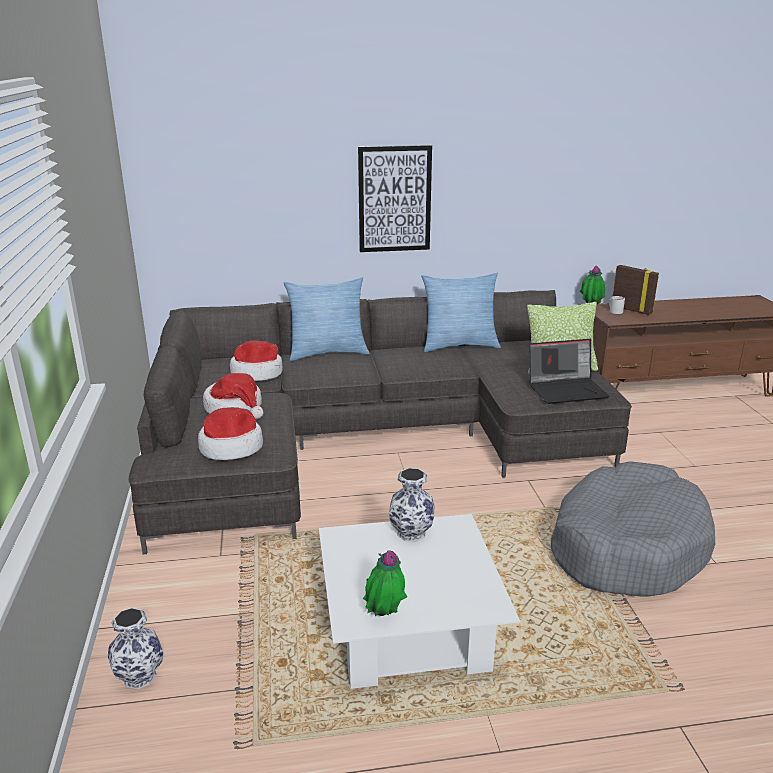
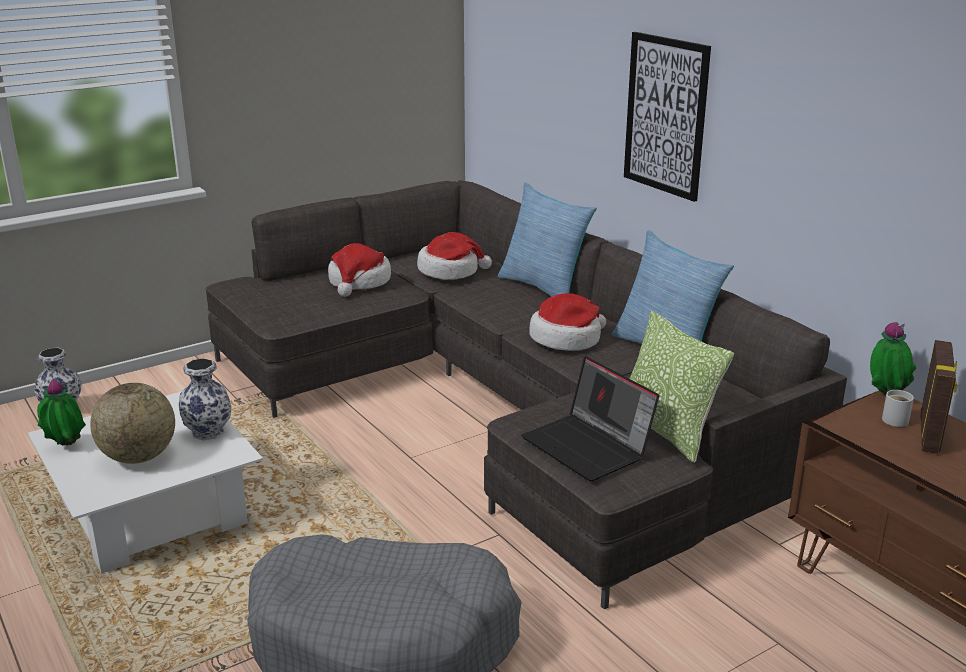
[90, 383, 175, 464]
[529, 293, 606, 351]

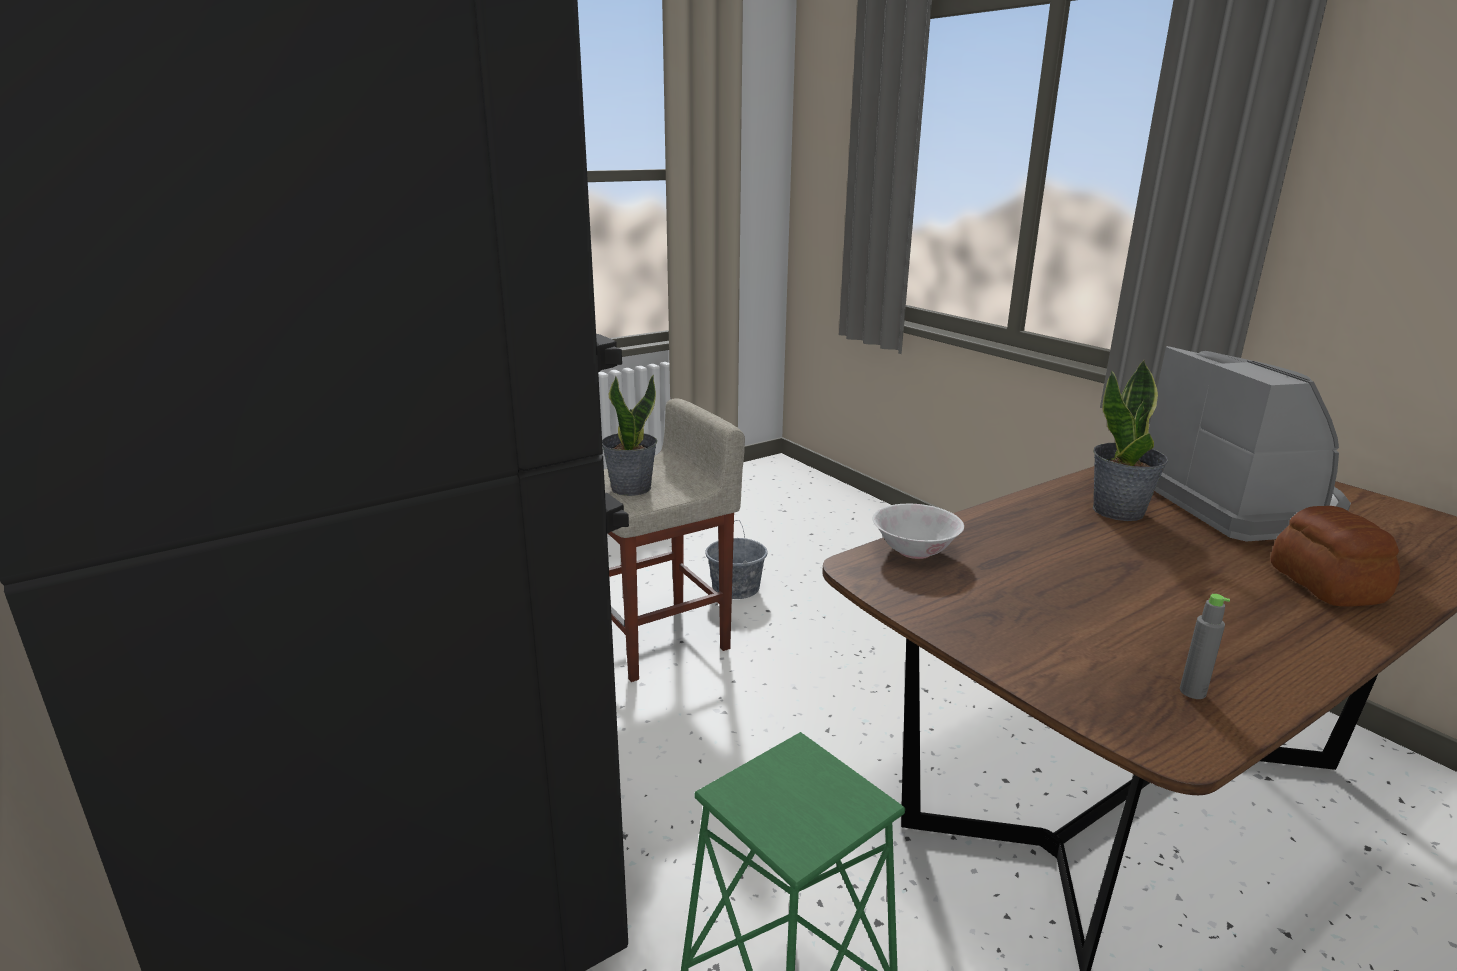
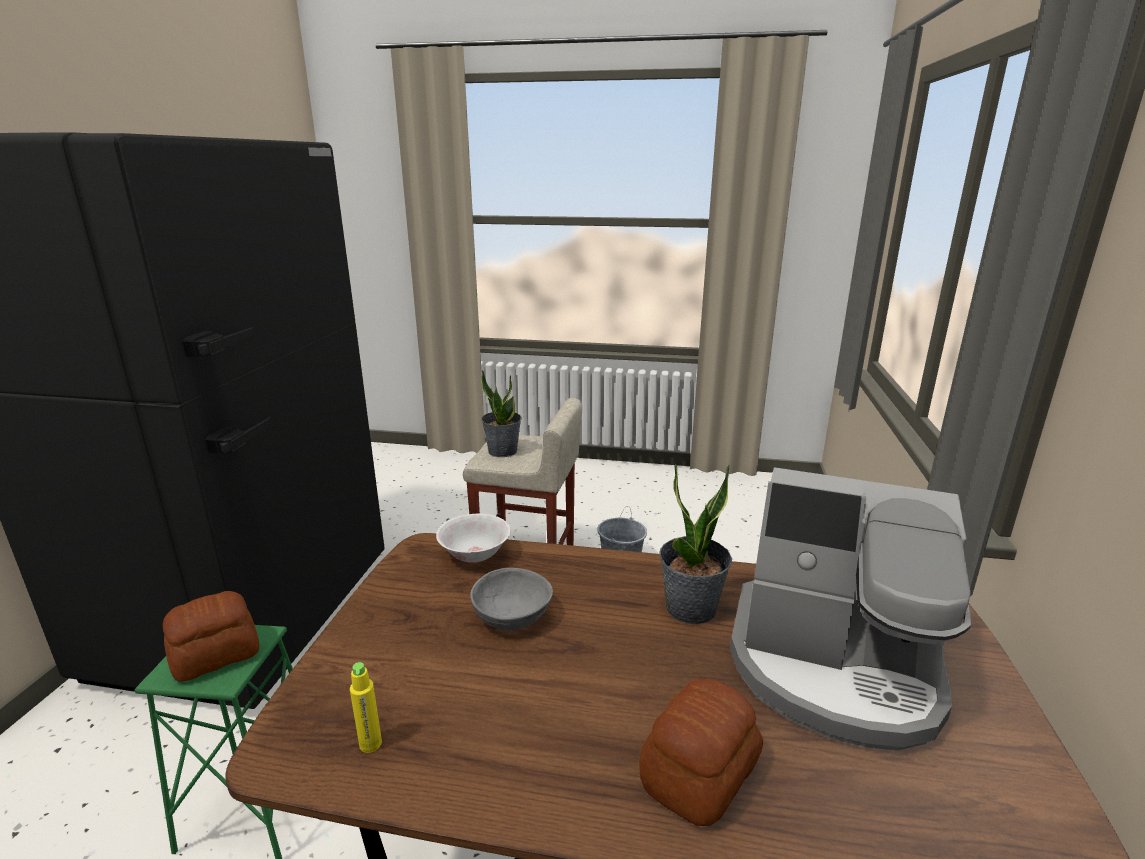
[163, 591, 259, 682]
[470, 568, 553, 630]
[350, 662, 382, 753]
[730, 467, 971, 751]

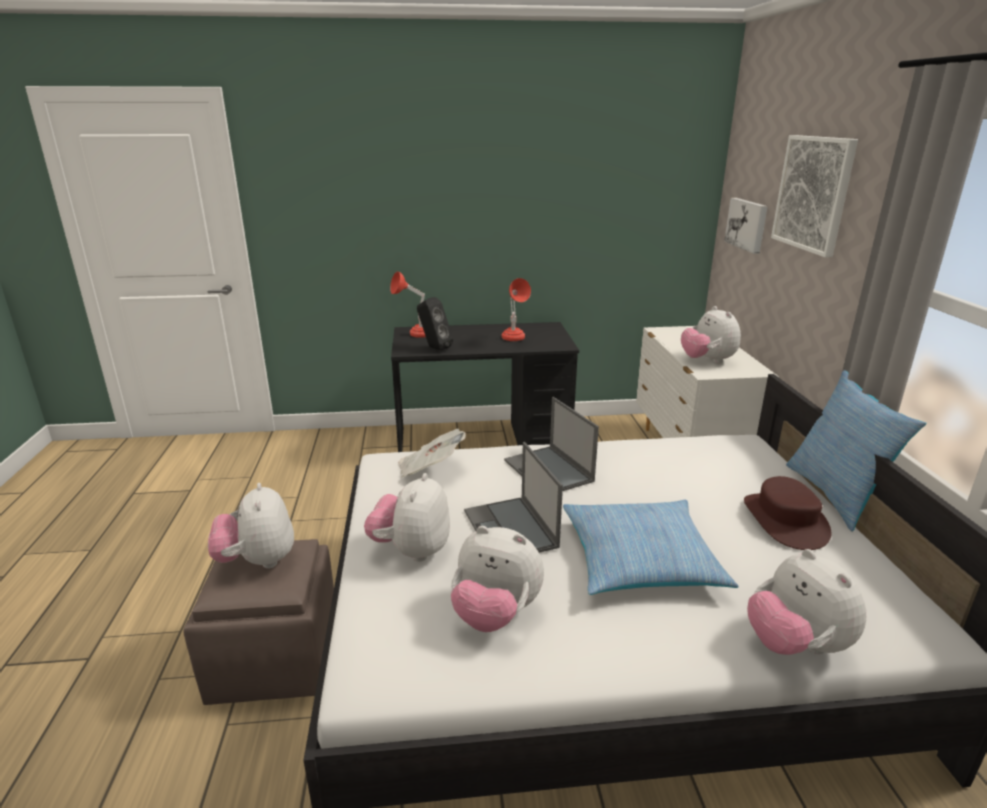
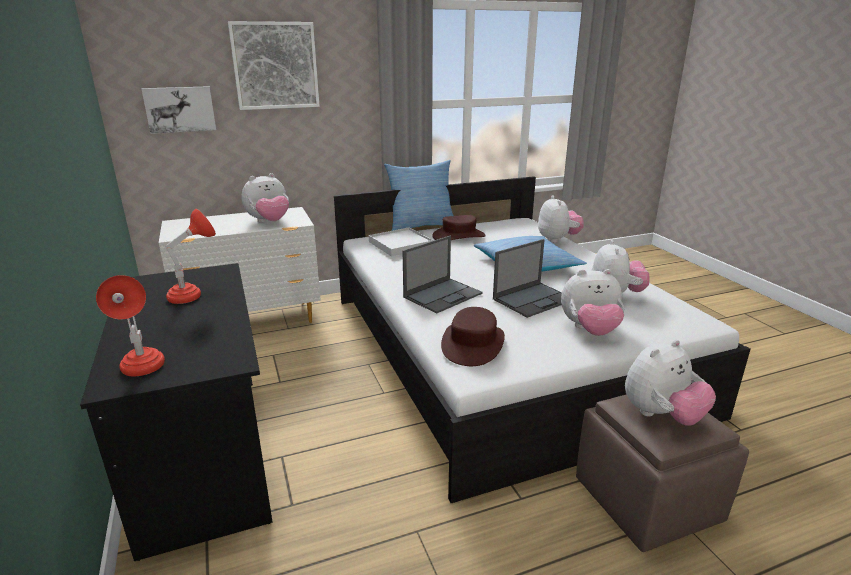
[417, 297, 453, 350] (first image)
[369, 227, 434, 256]
[441, 307, 505, 366]
[538, 195, 584, 243]

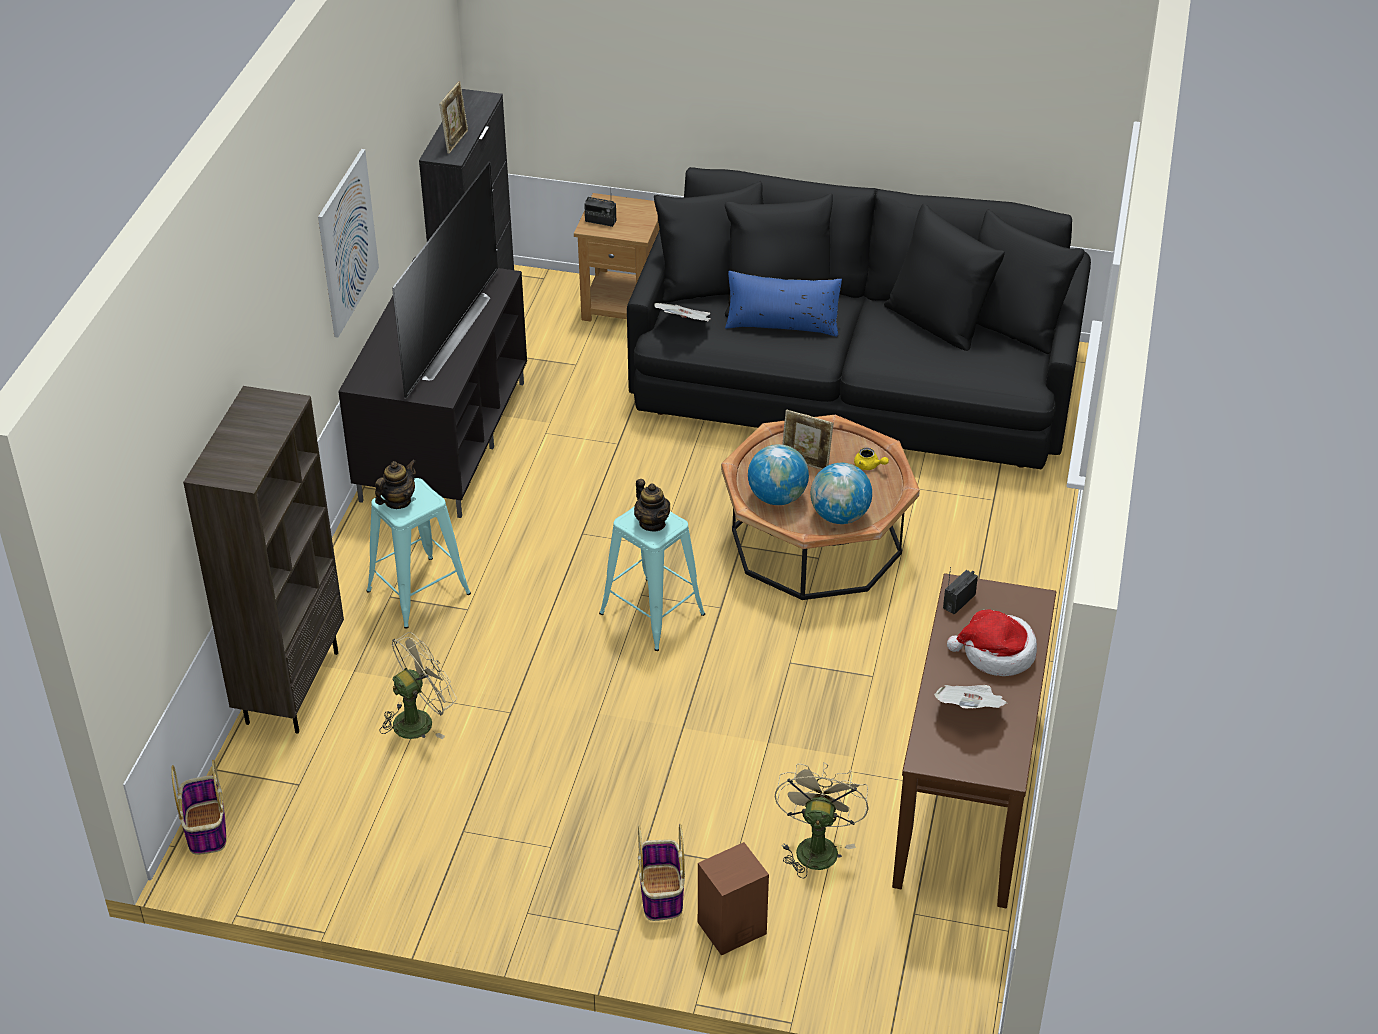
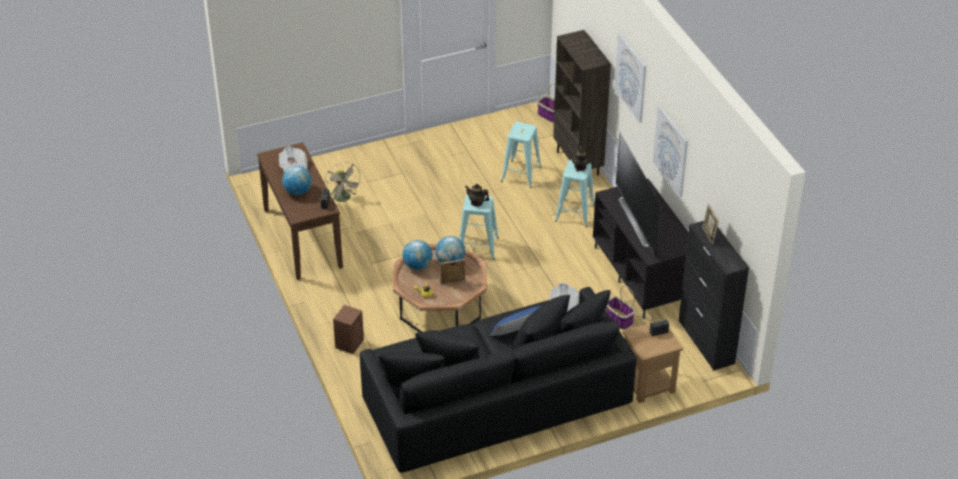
[614, 34, 646, 123]
[606, 286, 635, 330]
[333, 305, 364, 354]
[501, 122, 542, 188]
[282, 166, 312, 195]

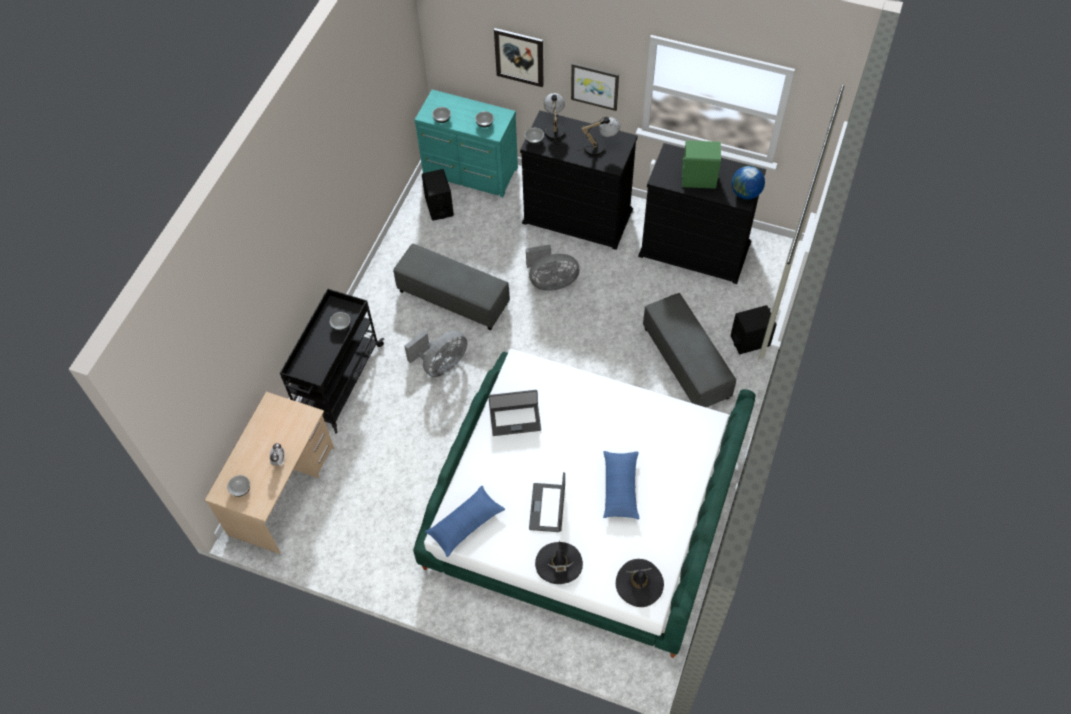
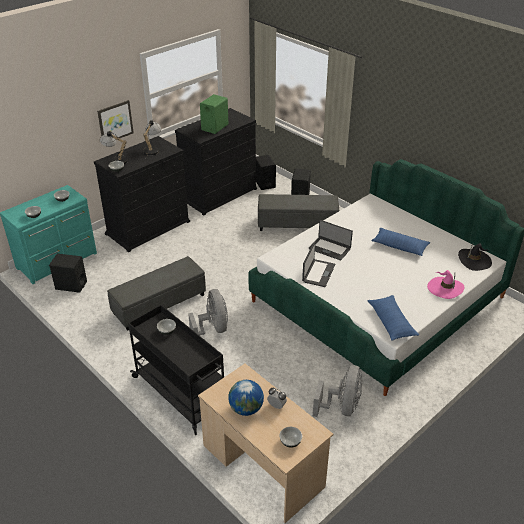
[494, 28, 544, 87] (first image)
[256, 155, 276, 190]
[313, 365, 362, 417]
[309, 220, 353, 261]
[228, 380, 264, 416]
[427, 270, 464, 299]

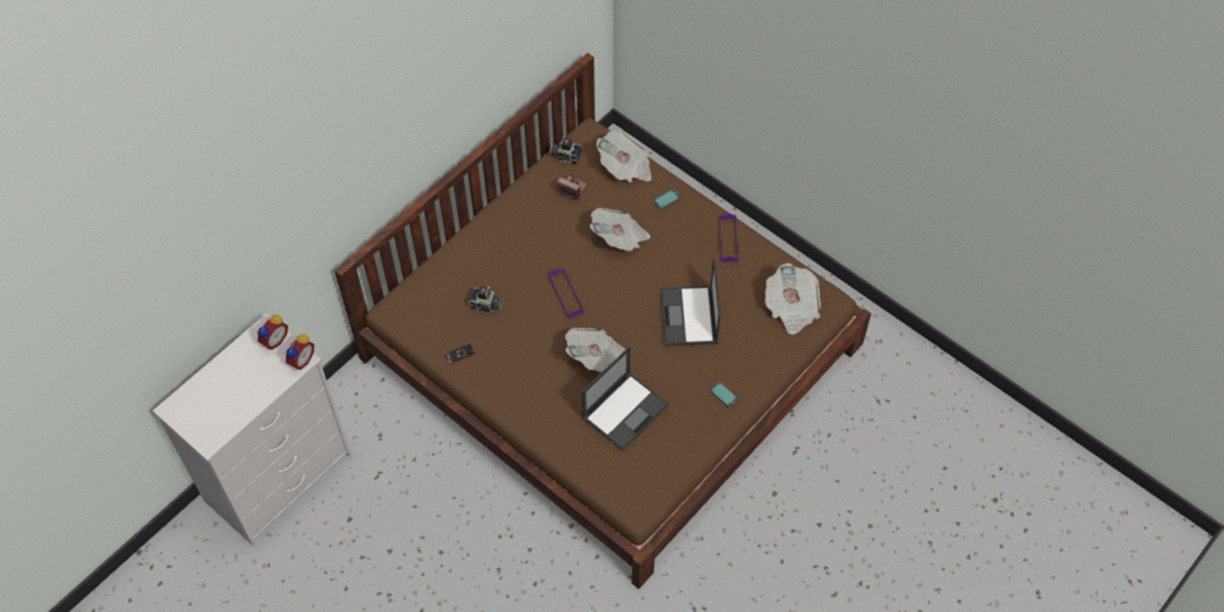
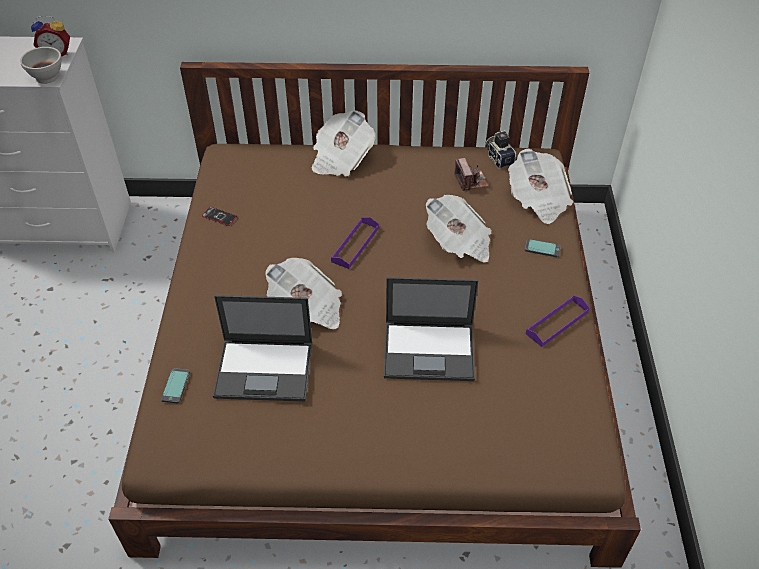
[468, 286, 503, 313] (first image)
[161, 368, 190, 404]
[312, 110, 375, 177]
[20, 47, 62, 84]
[384, 277, 478, 381]

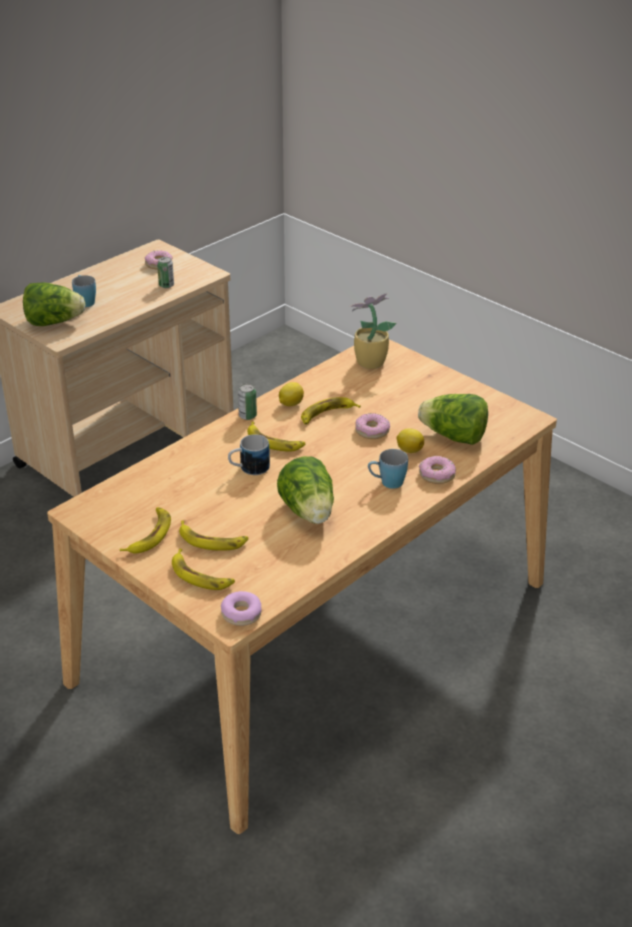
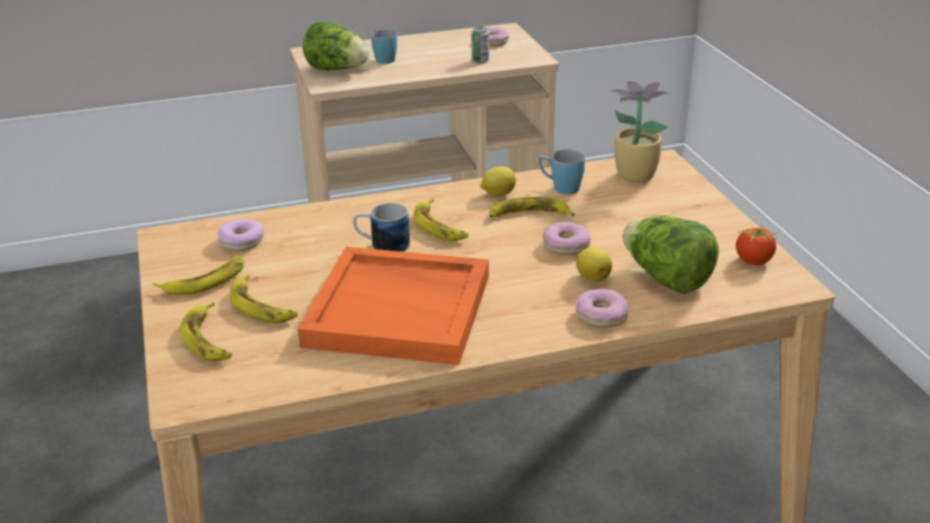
[238, 384, 257, 420] (first image)
[736, 225, 780, 265]
[217, 219, 264, 251]
[538, 149, 585, 195]
[298, 247, 489, 365]

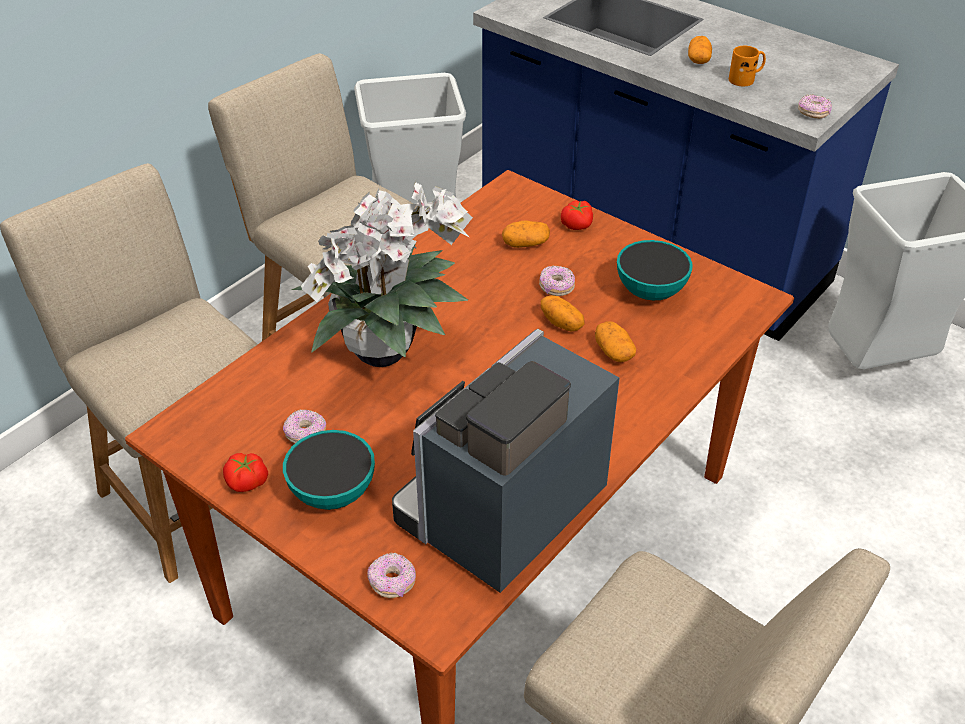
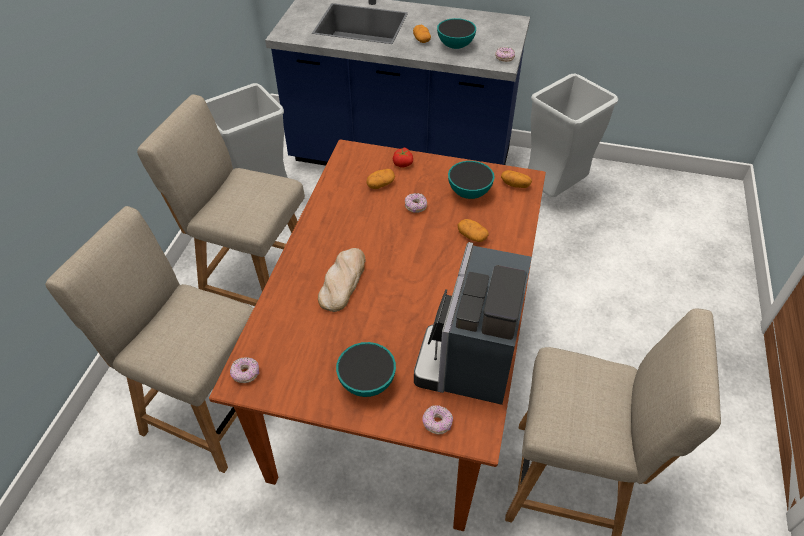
[223, 453, 268, 492] (first image)
[230, 357, 259, 383]
[501, 170, 532, 188]
[318, 248, 365, 312]
[437, 18, 476, 49]

